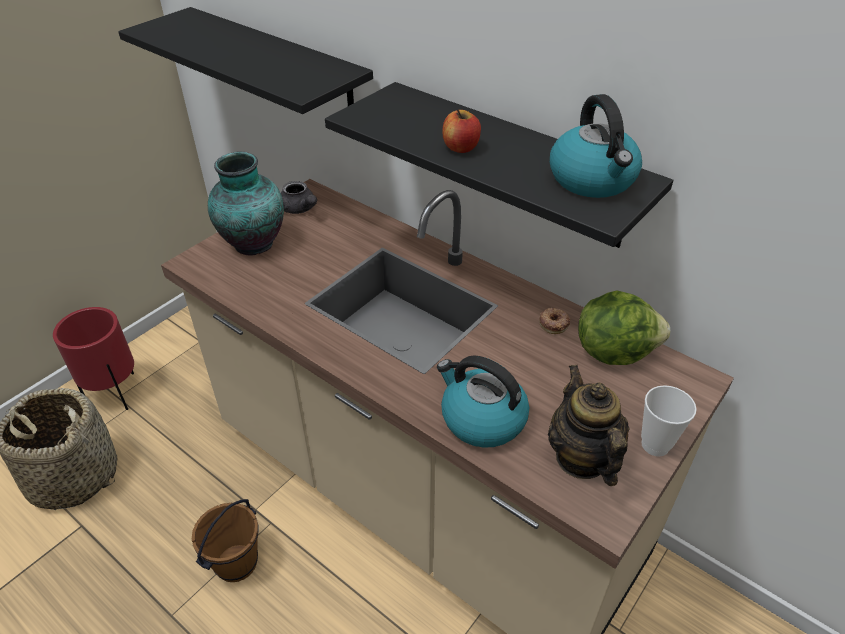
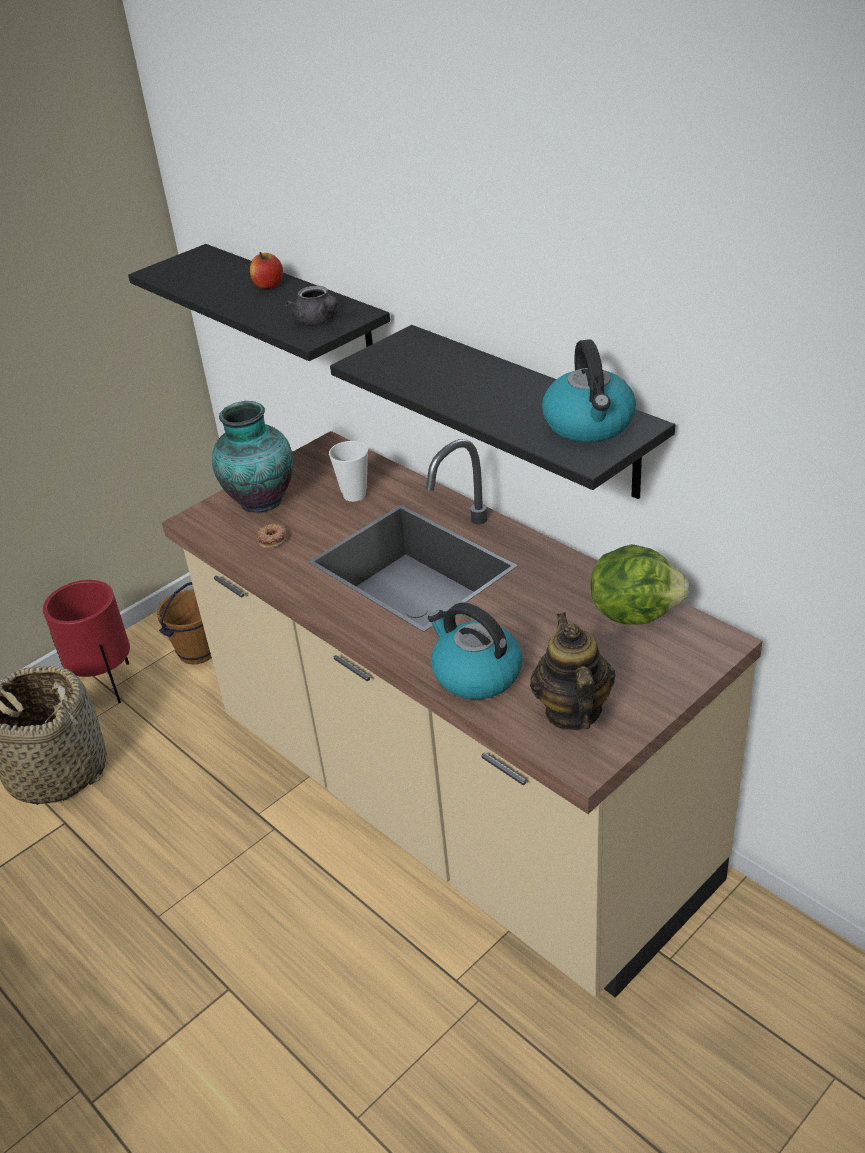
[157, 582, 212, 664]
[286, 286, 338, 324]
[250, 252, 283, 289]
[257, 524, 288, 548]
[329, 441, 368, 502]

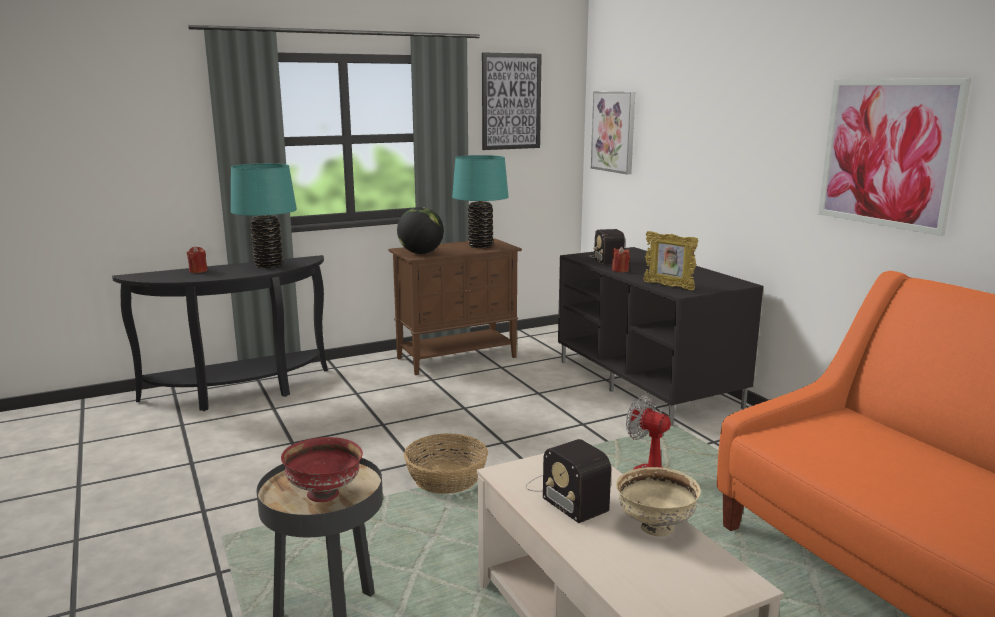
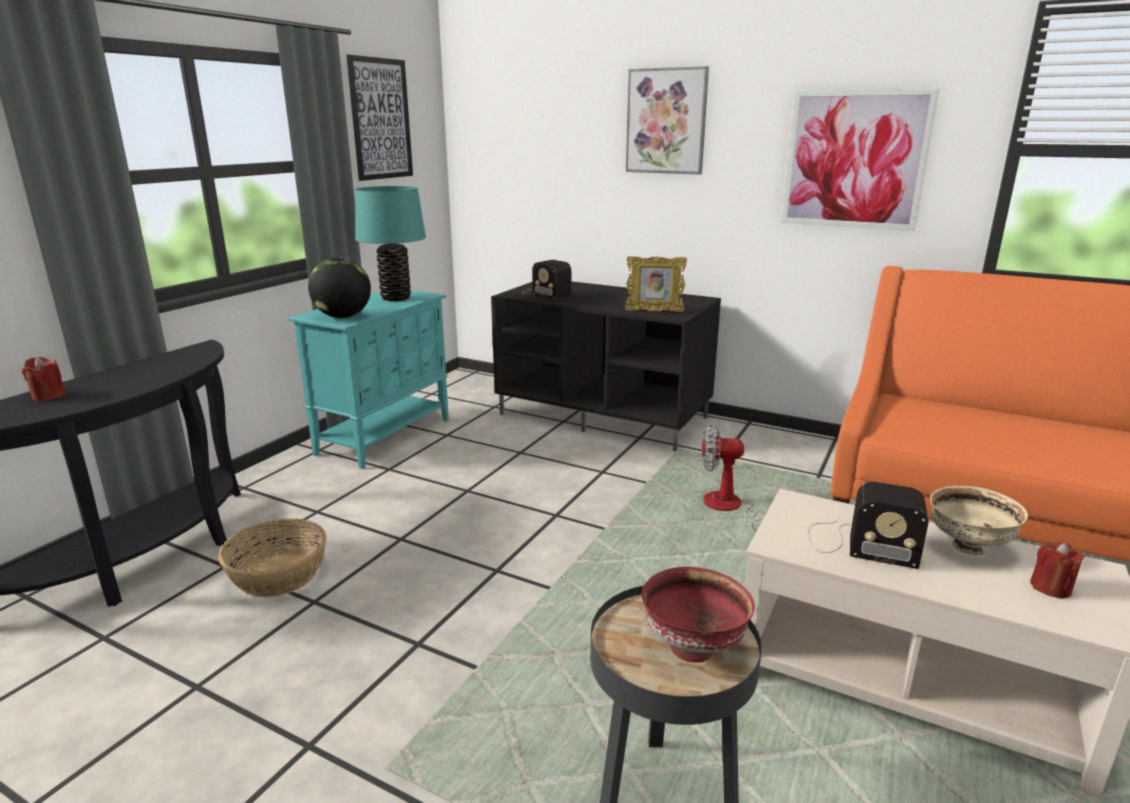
[231, 163, 297, 268] (first image)
[218, 518, 327, 597]
[626, 66, 709, 174]
[1030, 541, 1085, 598]
[288, 290, 449, 469]

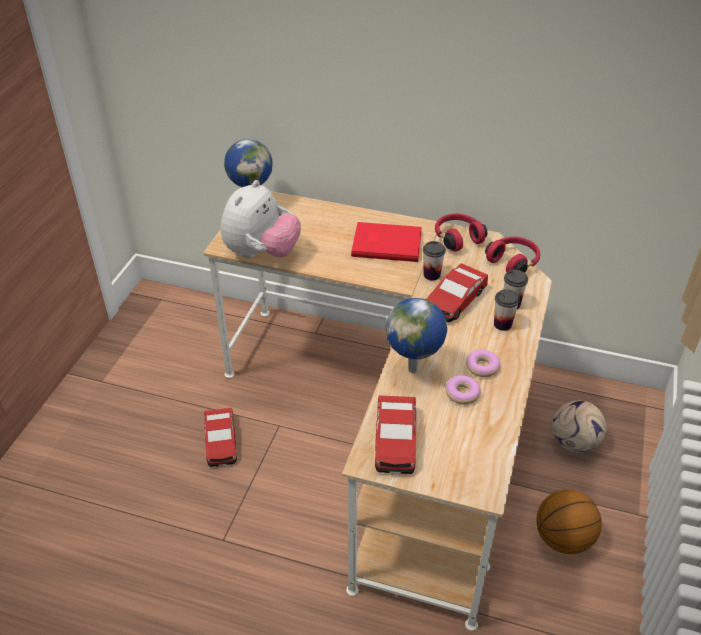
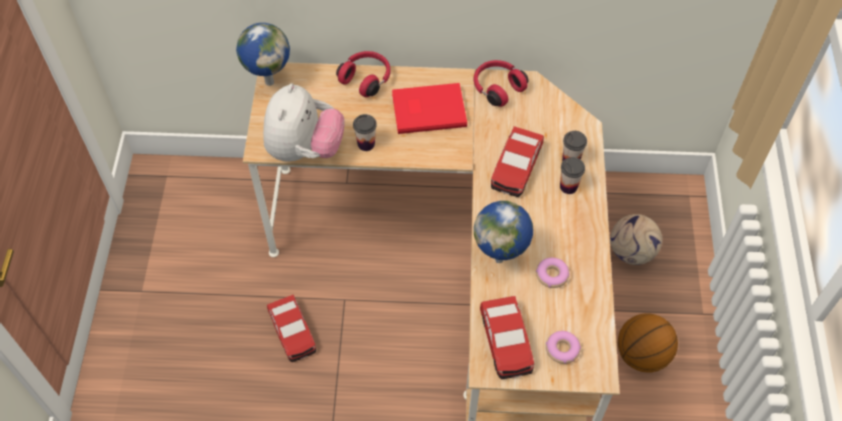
[353, 114, 377, 151]
[546, 331, 581, 364]
[336, 51, 391, 97]

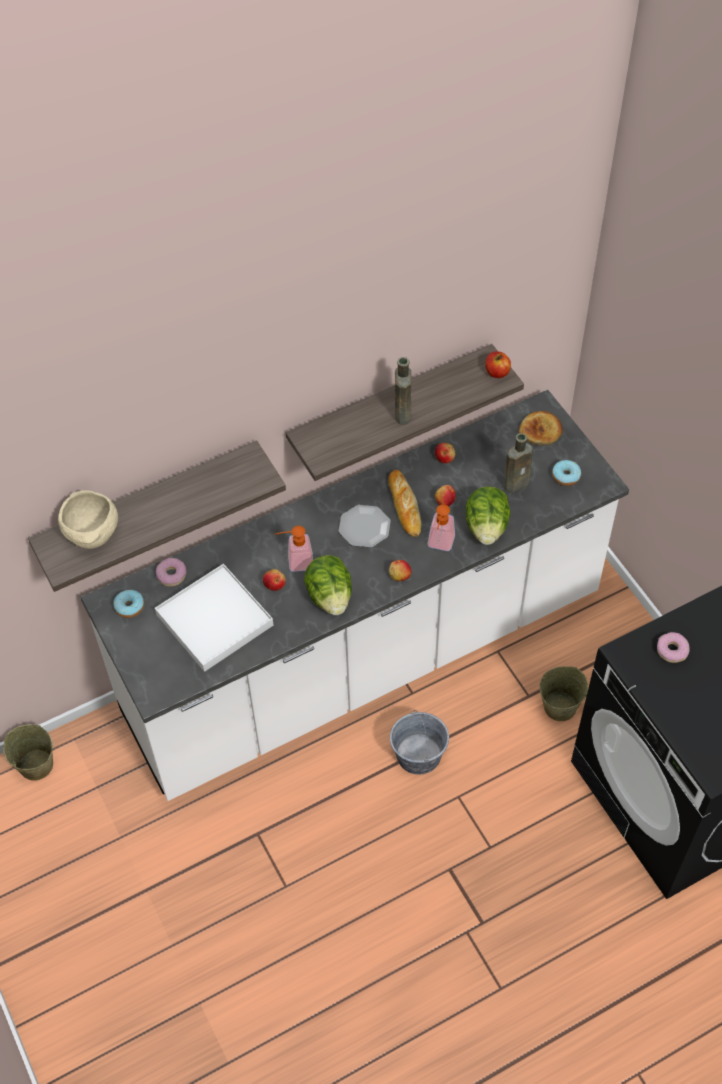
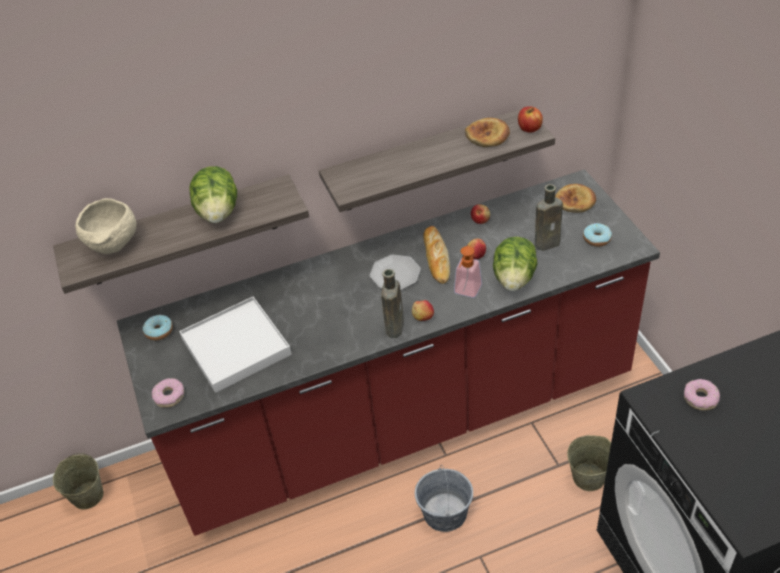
[263, 569, 286, 591] (first image)
[275, 526, 313, 572] (first image)
[465, 118, 510, 147]
[152, 378, 184, 407]
[189, 166, 237, 223]
[381, 269, 404, 338]
[117, 169, 660, 536]

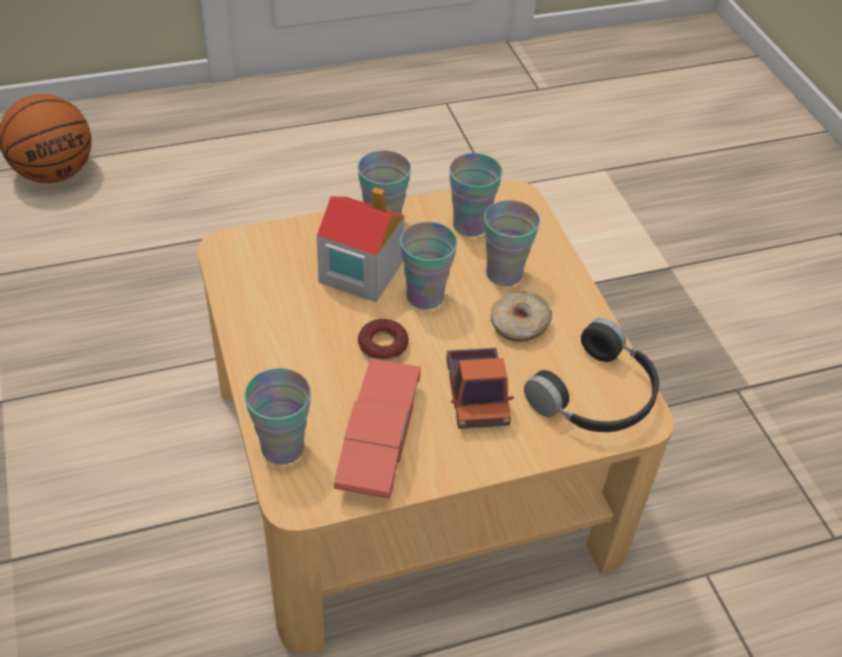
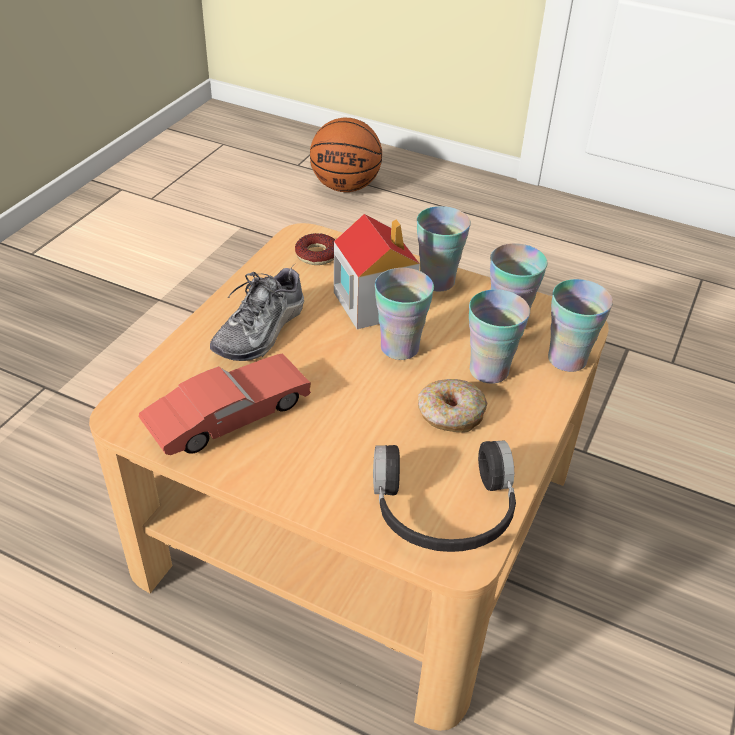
[446, 348, 514, 429] (first image)
[210, 266, 304, 361]
[548, 279, 613, 372]
[295, 233, 335, 265]

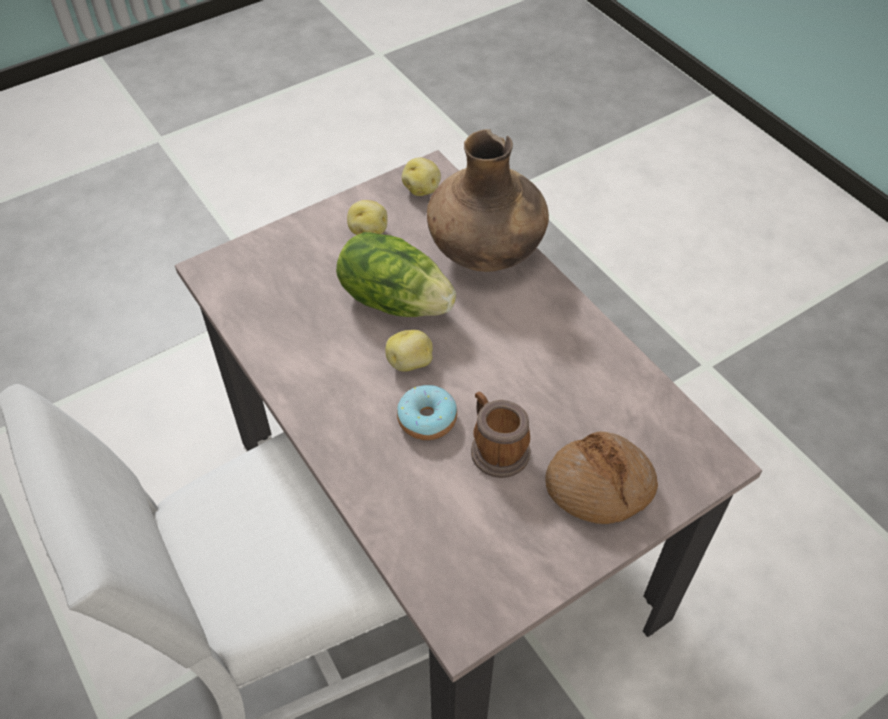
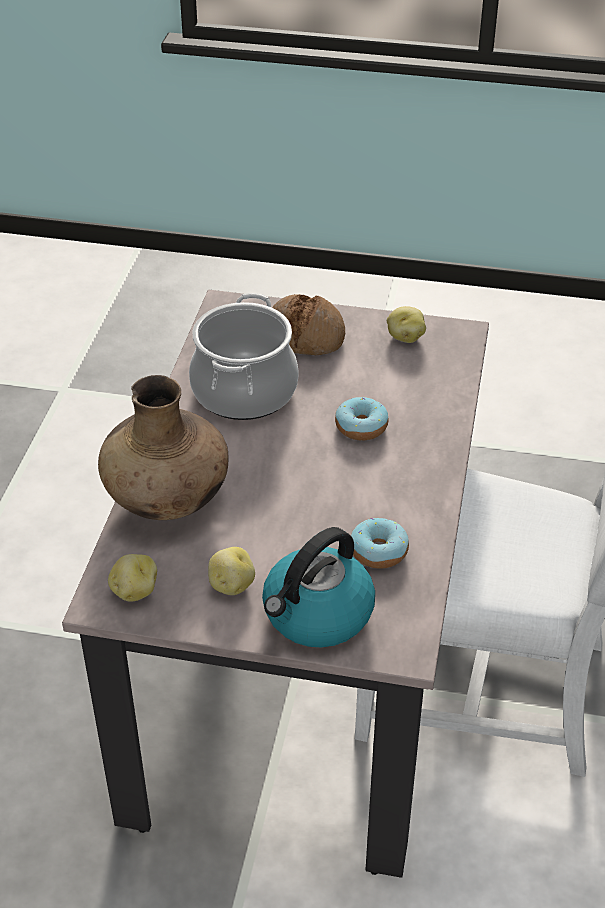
[336, 232, 456, 317] (first image)
[471, 392, 530, 478] (first image)
[189, 293, 299, 420]
[262, 527, 375, 648]
[351, 518, 409, 569]
[387, 306, 426, 343]

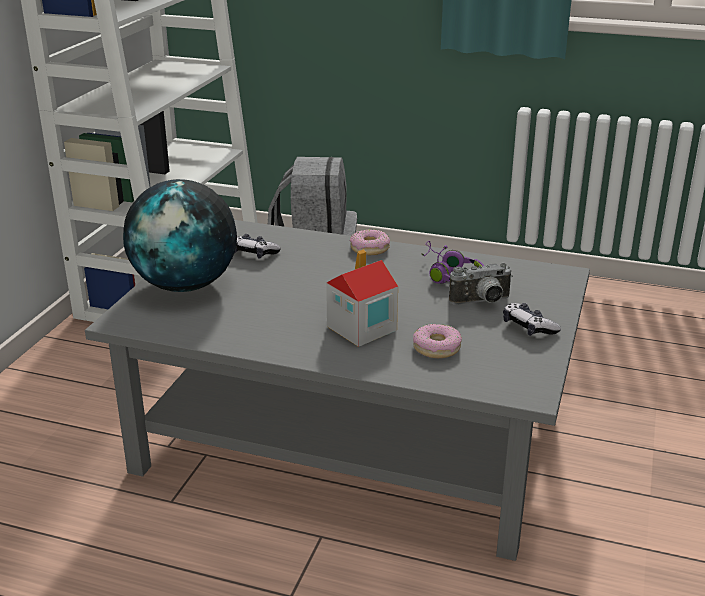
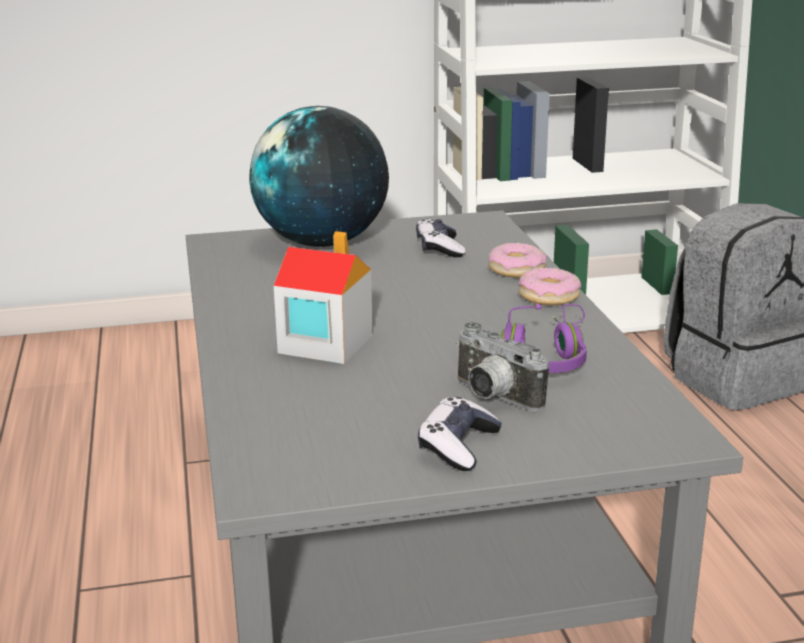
[488, 243, 547, 278]

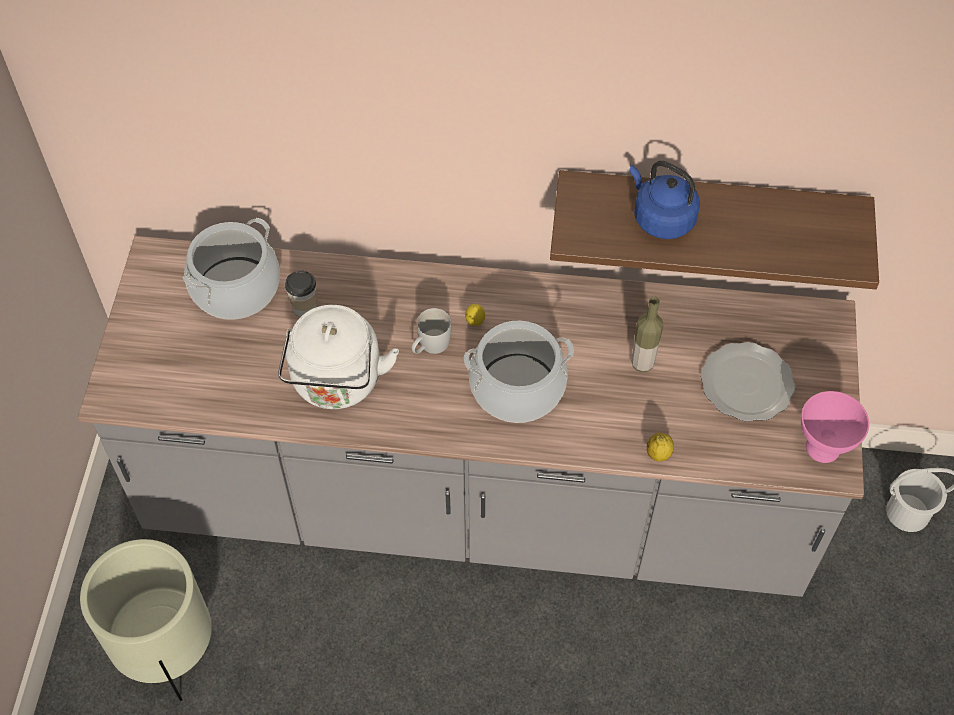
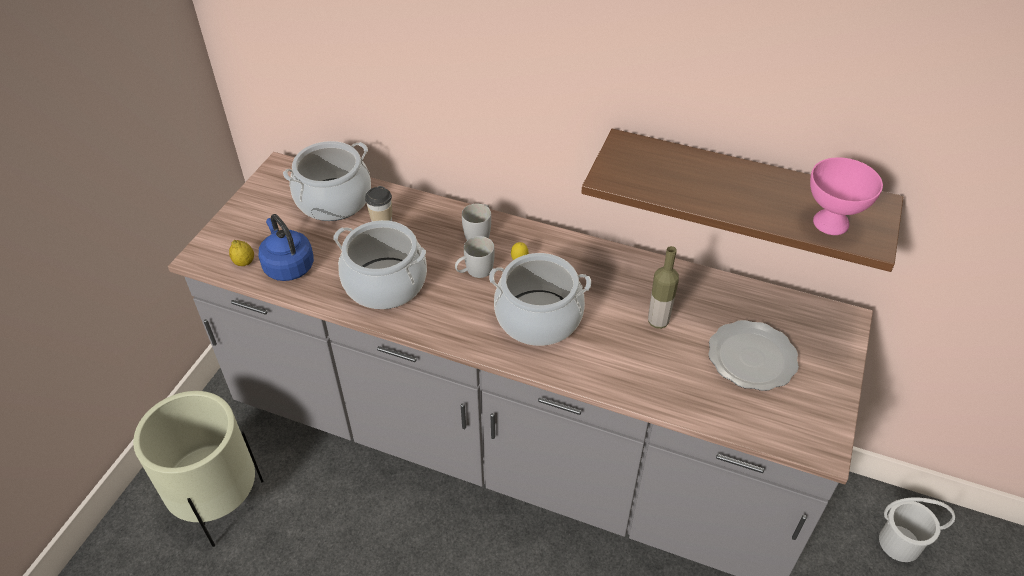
[462, 204, 491, 240]
[258, 214, 314, 281]
[229, 240, 254, 266]
[810, 157, 883, 235]
[333, 220, 427, 309]

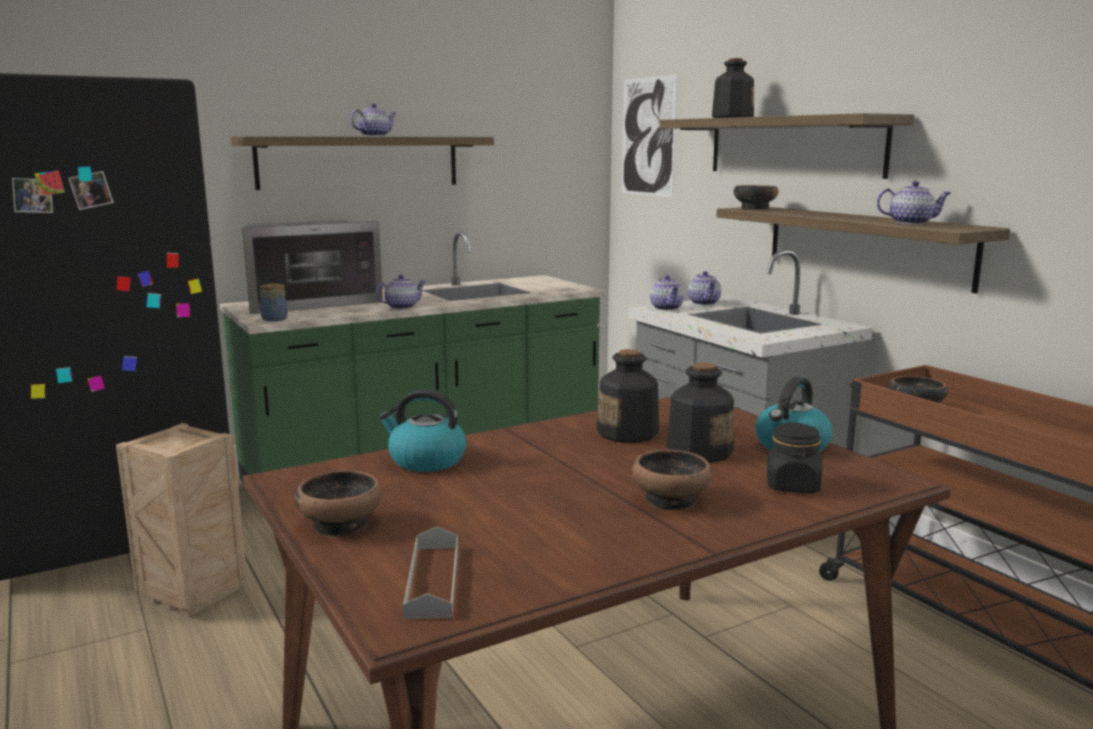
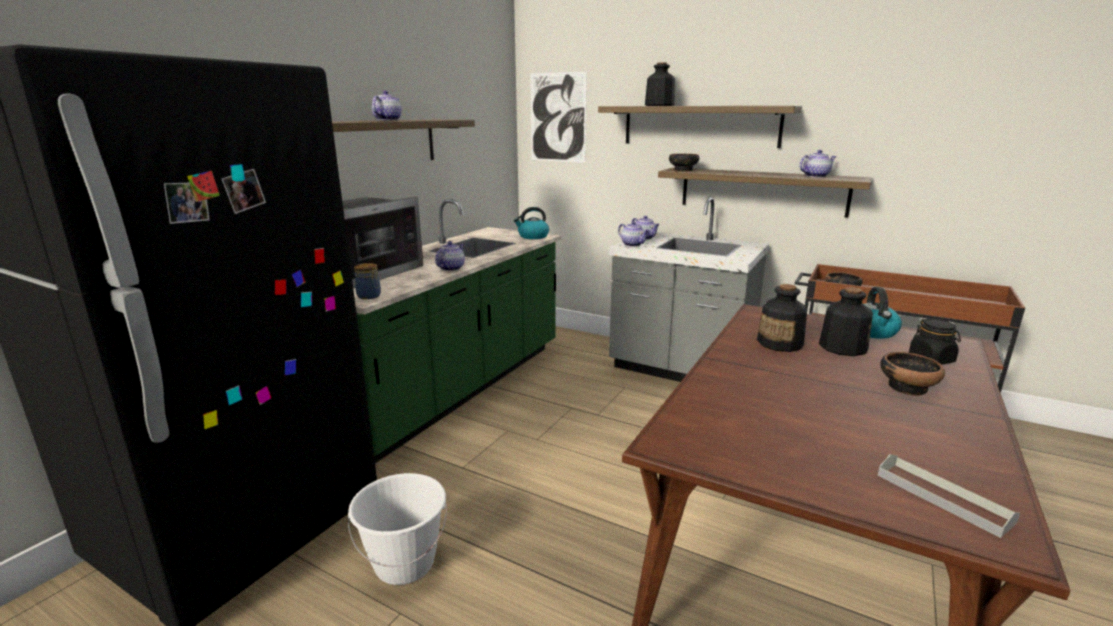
[295, 470, 383, 537] (first image)
[514, 207, 549, 239]
[348, 473, 447, 585]

